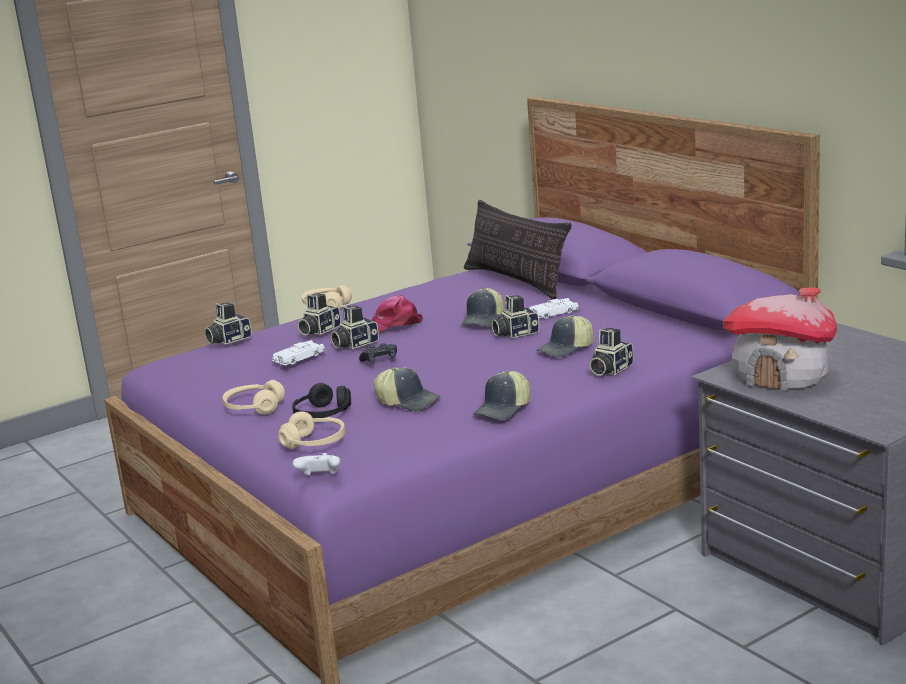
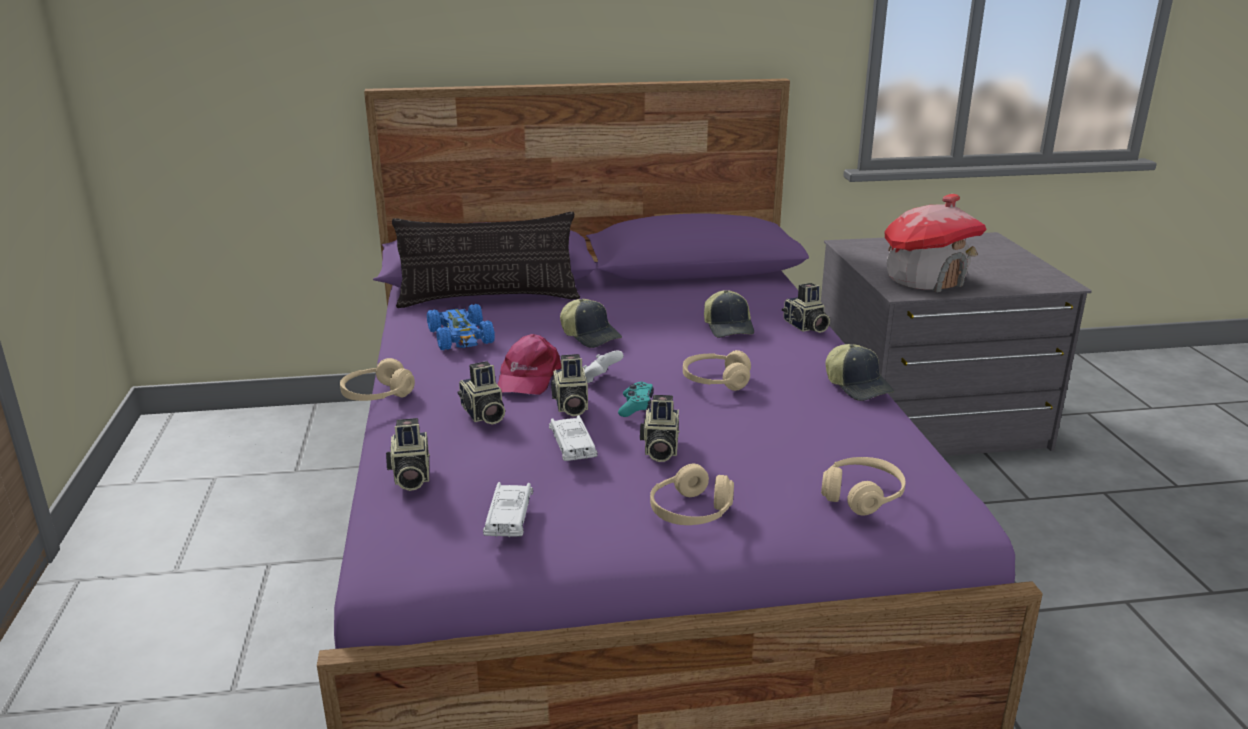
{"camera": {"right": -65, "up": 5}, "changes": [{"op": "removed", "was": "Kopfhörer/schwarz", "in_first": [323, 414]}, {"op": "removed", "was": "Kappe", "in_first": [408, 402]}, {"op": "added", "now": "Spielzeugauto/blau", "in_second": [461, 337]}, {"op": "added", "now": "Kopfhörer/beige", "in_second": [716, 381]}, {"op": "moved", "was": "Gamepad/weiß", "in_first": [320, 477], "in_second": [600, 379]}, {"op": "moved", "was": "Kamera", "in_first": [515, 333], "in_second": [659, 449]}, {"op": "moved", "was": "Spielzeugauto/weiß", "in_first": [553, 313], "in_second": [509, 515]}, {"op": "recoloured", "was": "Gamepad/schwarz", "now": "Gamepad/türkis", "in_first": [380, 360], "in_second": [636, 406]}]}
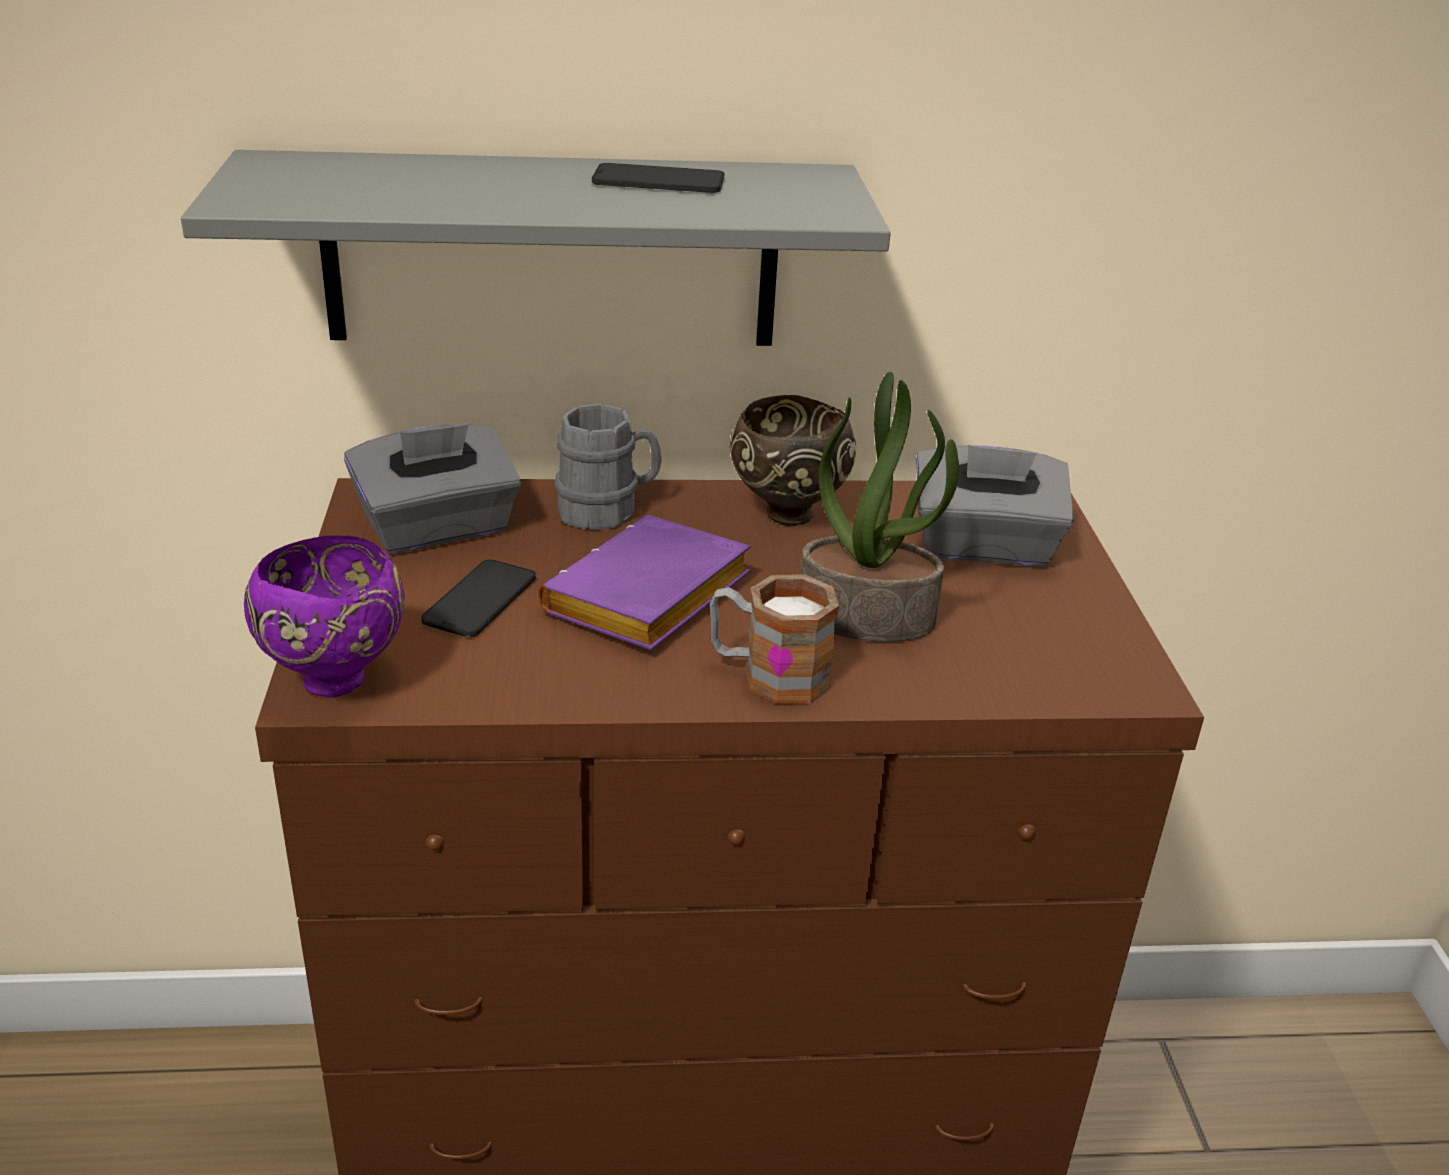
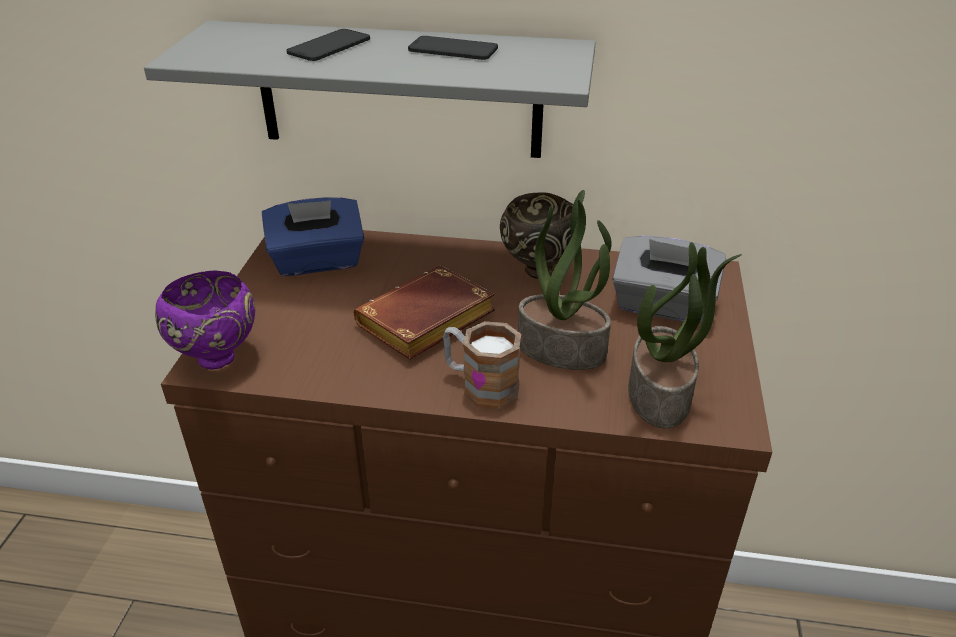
{"camera": {"right": 15, "up": 5}, "changes": [{"op": "removed", "was": "Henkelbecher/grau", "in_first": [608, 510]}, {"op": "added", "now": "Topfpflanze", "in_second": [661, 395]}, {"op": "moved", "was": "Handy", "in_first": [480, 599], "in_second": [329, 46]}, {"op": "recoloured", "was": "Taschentuchbox/grau", "now": "Taschentuchbox/blau", "in_first": [438, 529], "in_second": [317, 261]}, {"op": "recoloured", "was": "Buch/lila", "now": "Buch/braun", "in_first": [649, 601], "in_second": [425, 323]}]}
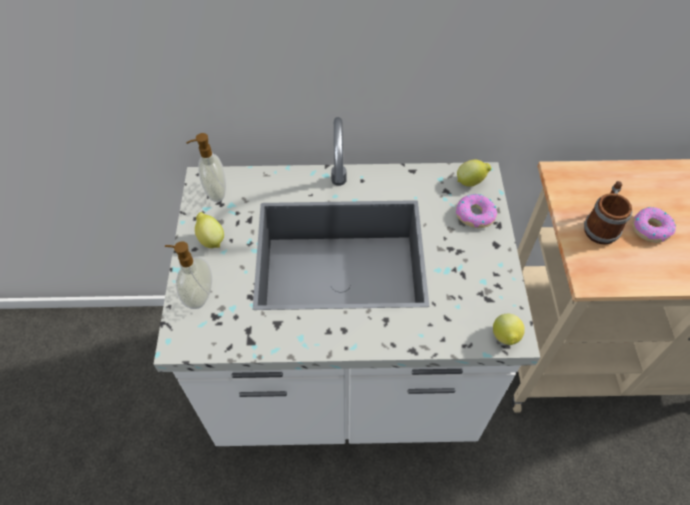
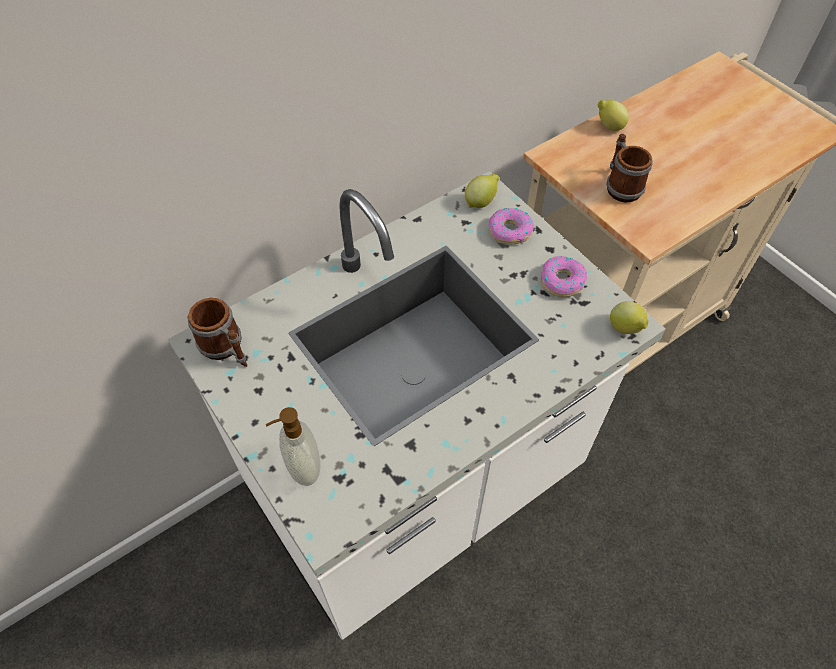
{"camera": {"right": -35, "up": 0}, "changes": [{"op": "moved", "was": "Zitrone", "in_first": [211, 239], "in_second": [609, 127]}, {"op": "moved", "was": "Donut", "in_first": [650, 228], "in_second": [561, 281]}, {"op": "replaced", "was": "Seifenspender", "now": "Henkelbecher", "in_first": [215, 192], "in_second": [226, 349]}]}
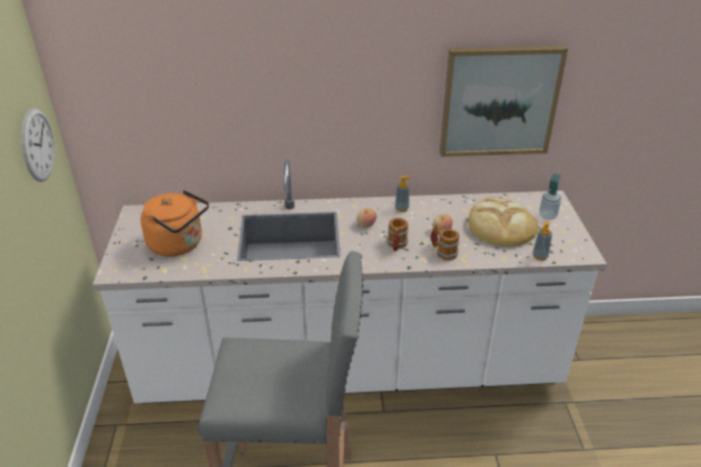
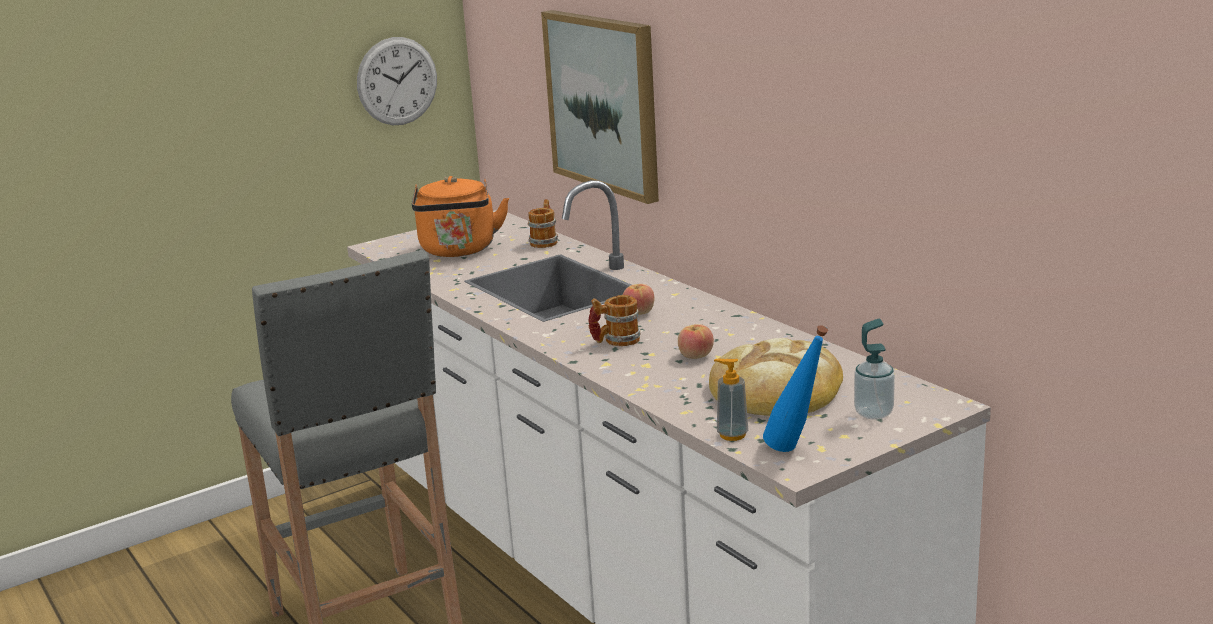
{"camera": {"right": 60, "up": -15}, "changes": [{"op": "removed", "was": "Seifenspender", "in_first": [401, 208]}, {"op": "added", "now": "Flasche/blau", "in_second": [796, 451]}, {"op": "moved", "was": "Henkelbecher", "in_first": [443, 252], "in_second": [545, 241]}, {"op": "moved", "was": "Bild", "in_first": [499, 101], "in_second": [603, 103]}]}
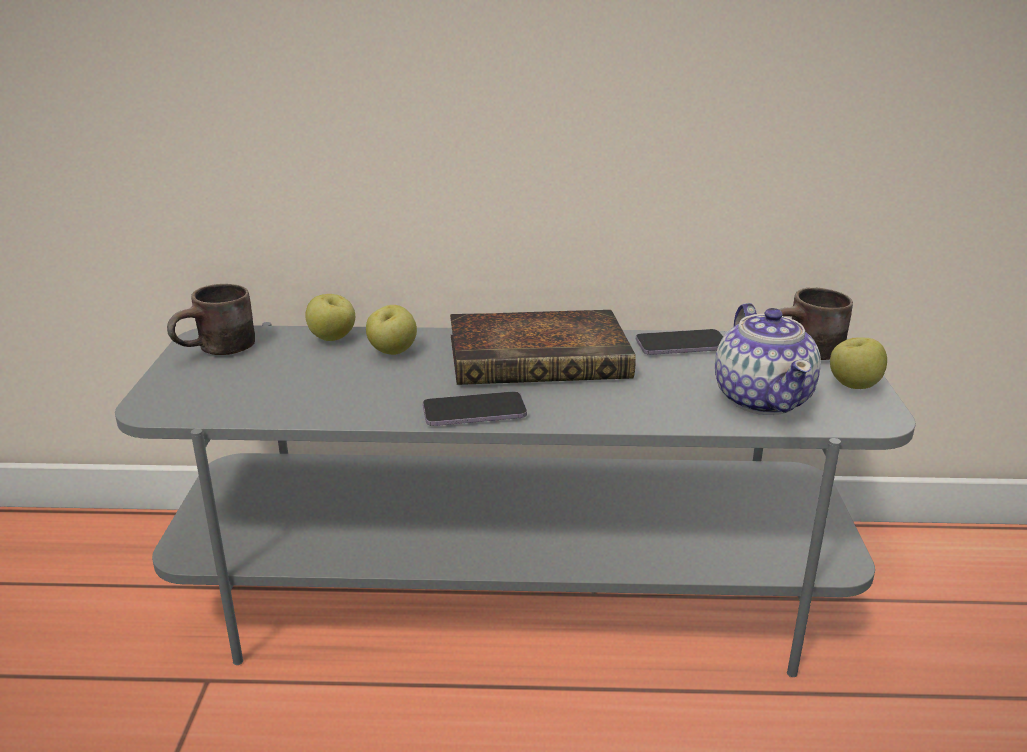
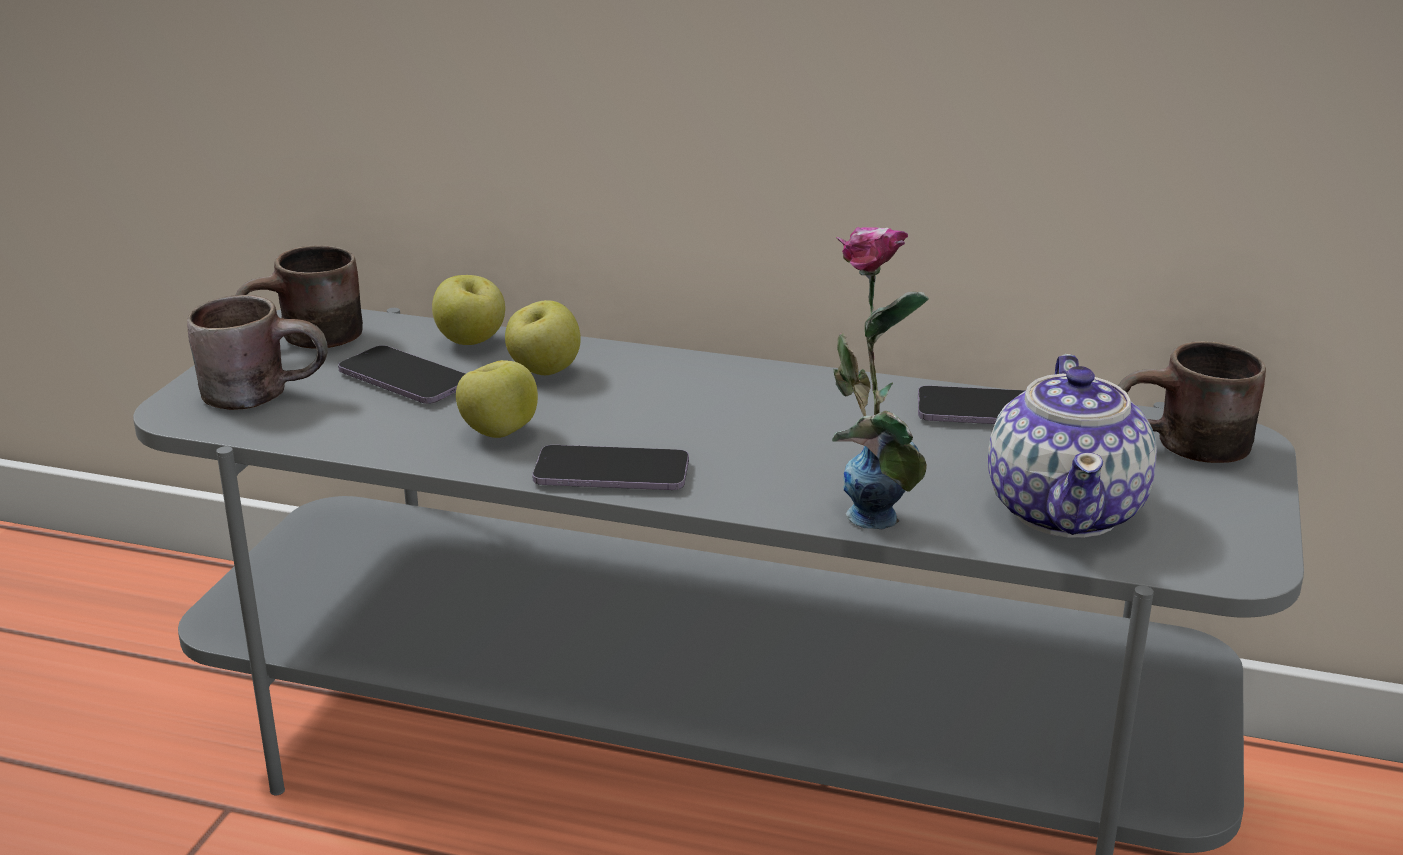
{"camera": {"right": 15, "up": 0}, "changes": [{"op": "removed", "was": "Buch", "in_first": [543, 357]}, {"op": "added", "now": "Henkelbecher/braun", "in_second": [264, 391]}, {"op": "added", "now": "Handy", "in_second": [404, 379]}, {"op": "added", "now": "Vase", "in_second": [866, 536]}, {"op": "moved", "was": "Apfel", "in_first": [853, 386], "in_second": [499, 433]}]}
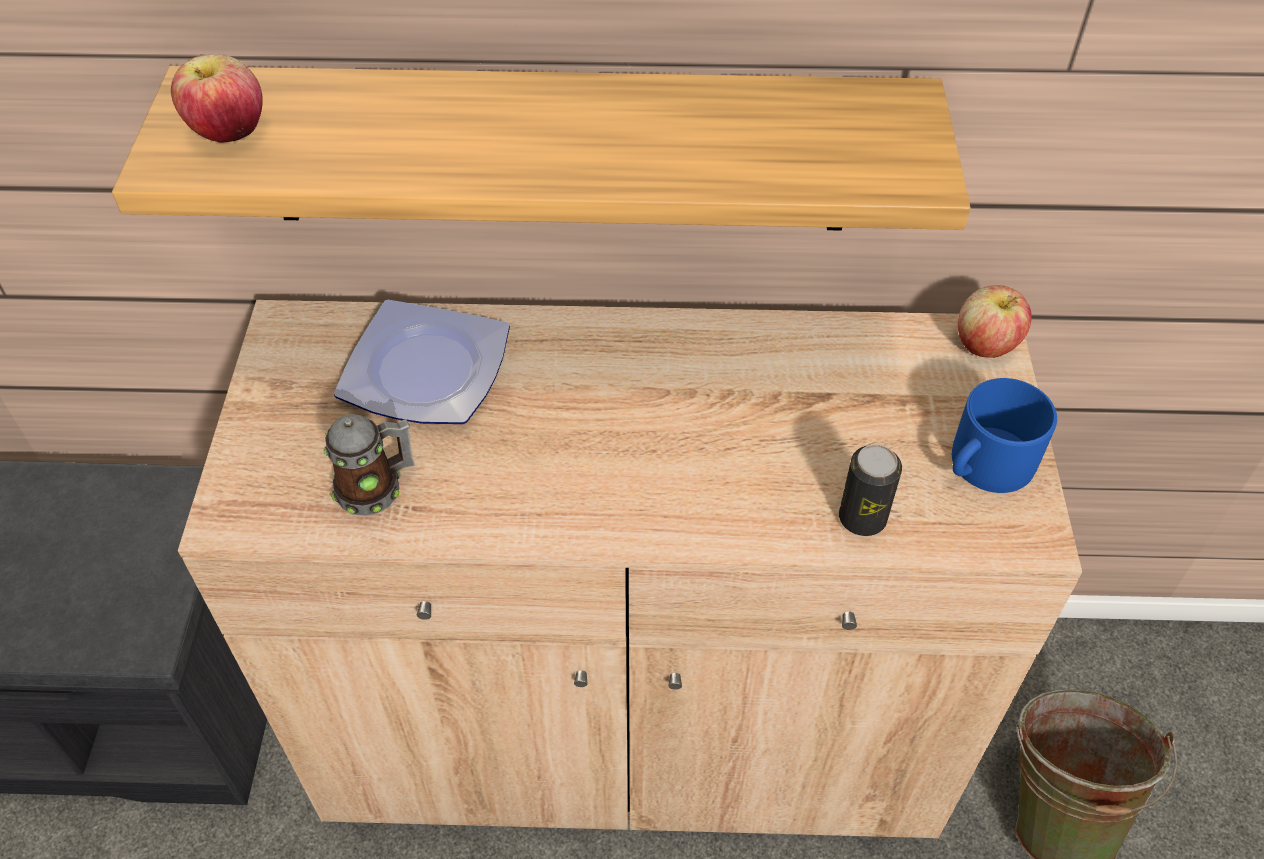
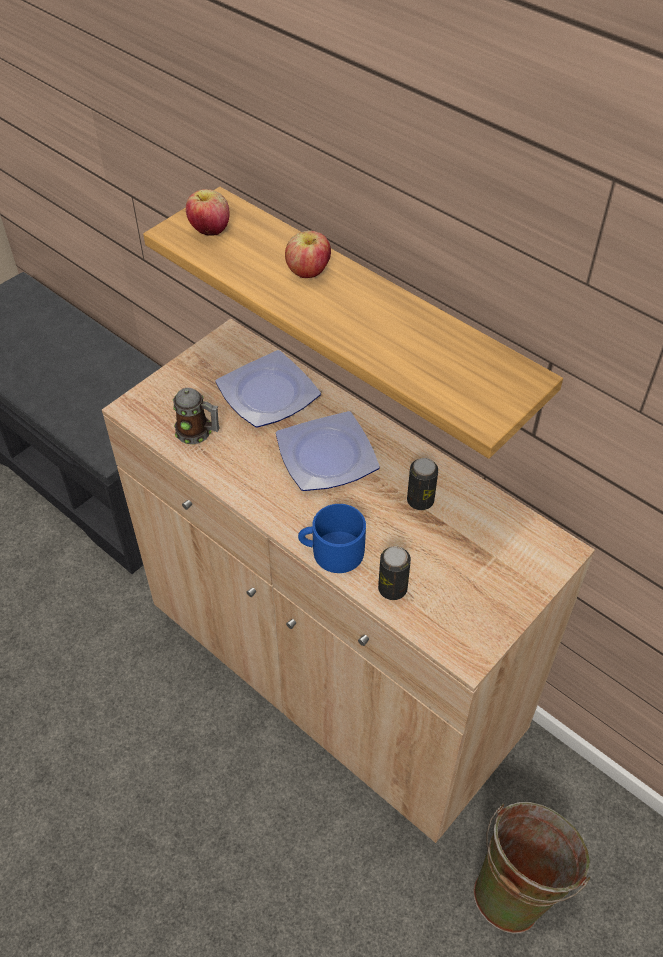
{"camera": {"right": 40, "up": 0}, "changes": [{"op": "added", "now": "Teller", "in_second": [329, 457]}, {"op": "added", "now": "Dose", "in_second": [420, 500]}, {"op": "moved", "was": "Henkelbecher/blau", "in_first": [985, 465], "in_second": [331, 551]}, {"op": "moved", "was": "Apfel", "in_first": [985, 346], "in_second": [308, 272]}]}
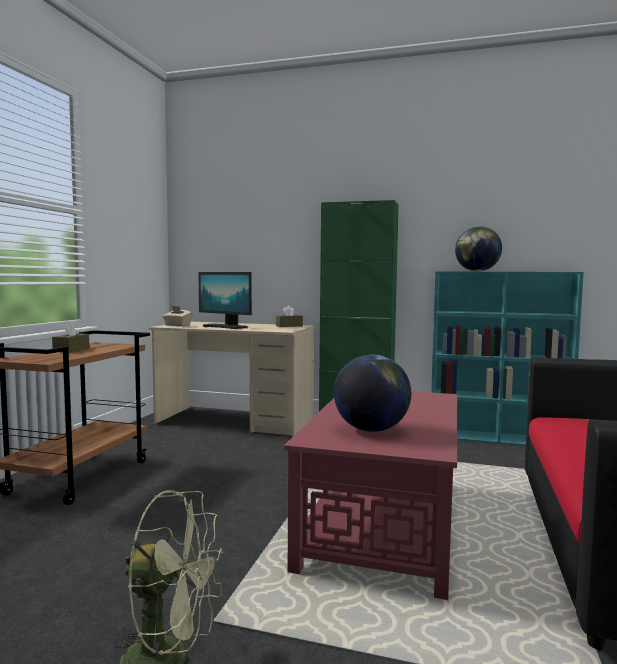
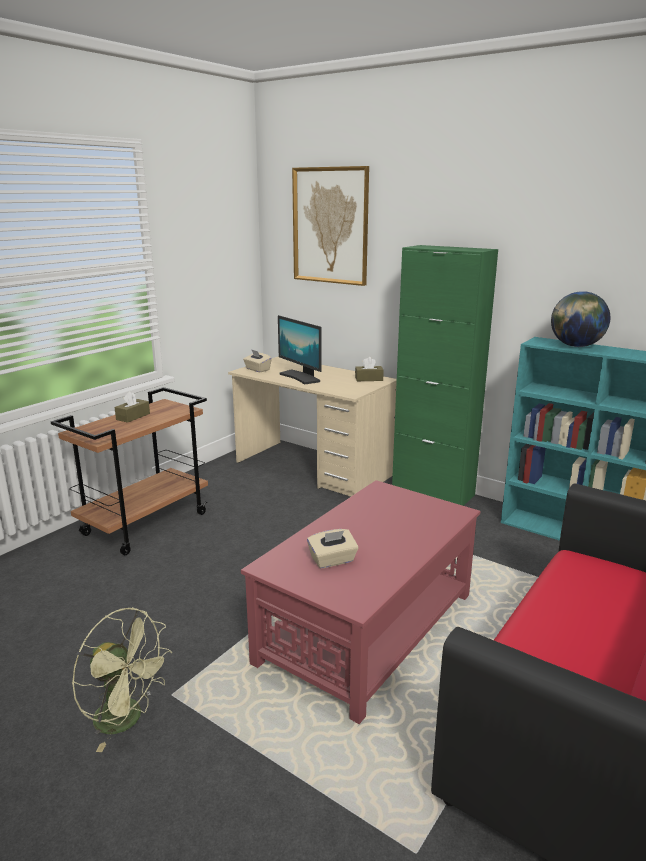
{"camera": {"right": 20, "up": 15}, "changes": [{"op": "added", "now": "Bild", "in_second": [330, 226]}, {"op": "replaced", "was": "Globus", "now": "Taschentuchbox/beige", "in_first": [371, 429], "in_second": [332, 560]}]}
